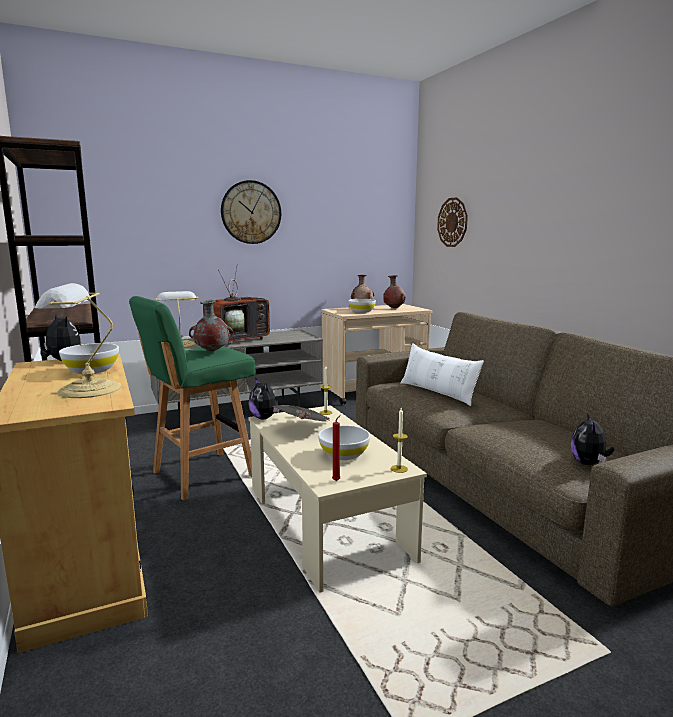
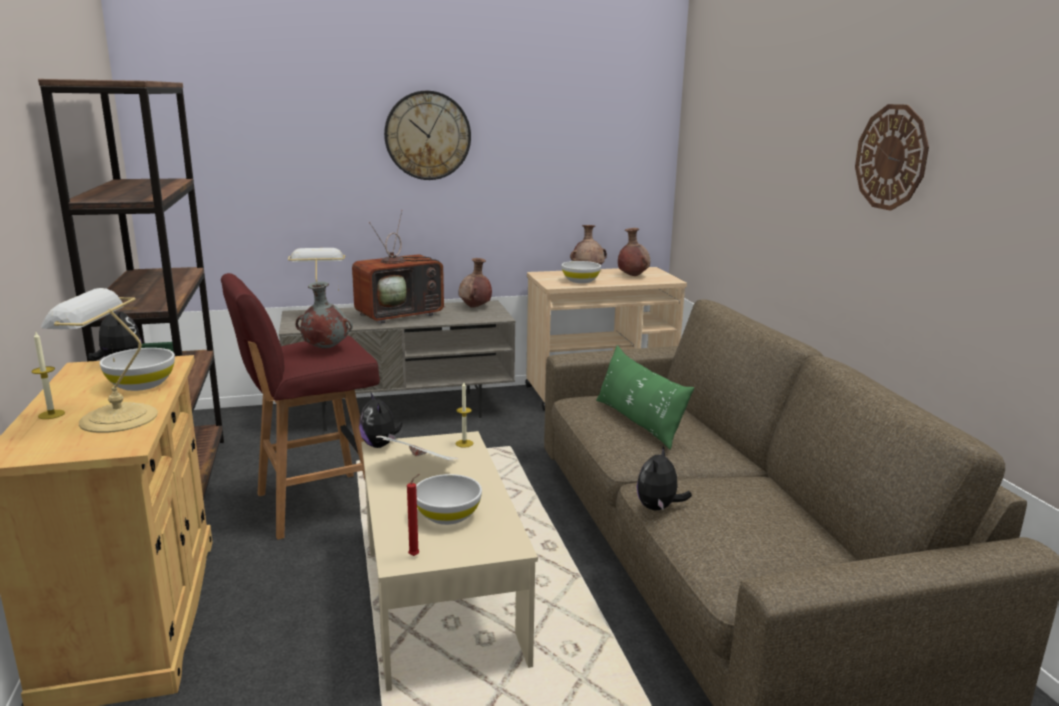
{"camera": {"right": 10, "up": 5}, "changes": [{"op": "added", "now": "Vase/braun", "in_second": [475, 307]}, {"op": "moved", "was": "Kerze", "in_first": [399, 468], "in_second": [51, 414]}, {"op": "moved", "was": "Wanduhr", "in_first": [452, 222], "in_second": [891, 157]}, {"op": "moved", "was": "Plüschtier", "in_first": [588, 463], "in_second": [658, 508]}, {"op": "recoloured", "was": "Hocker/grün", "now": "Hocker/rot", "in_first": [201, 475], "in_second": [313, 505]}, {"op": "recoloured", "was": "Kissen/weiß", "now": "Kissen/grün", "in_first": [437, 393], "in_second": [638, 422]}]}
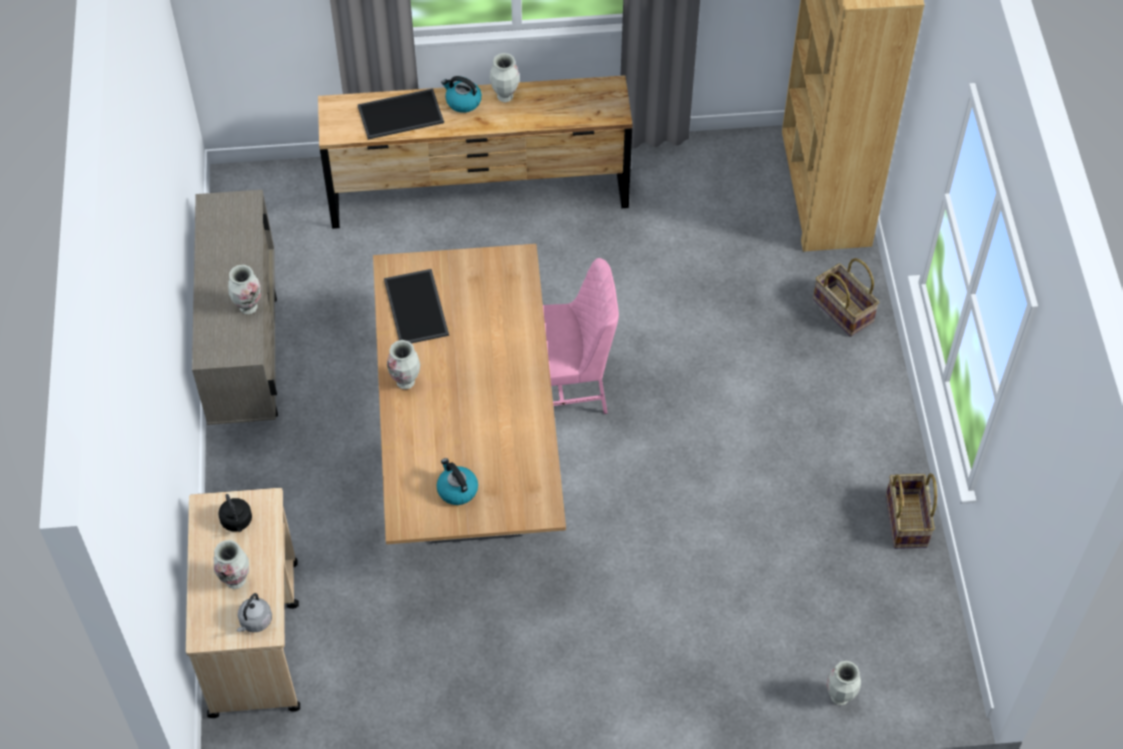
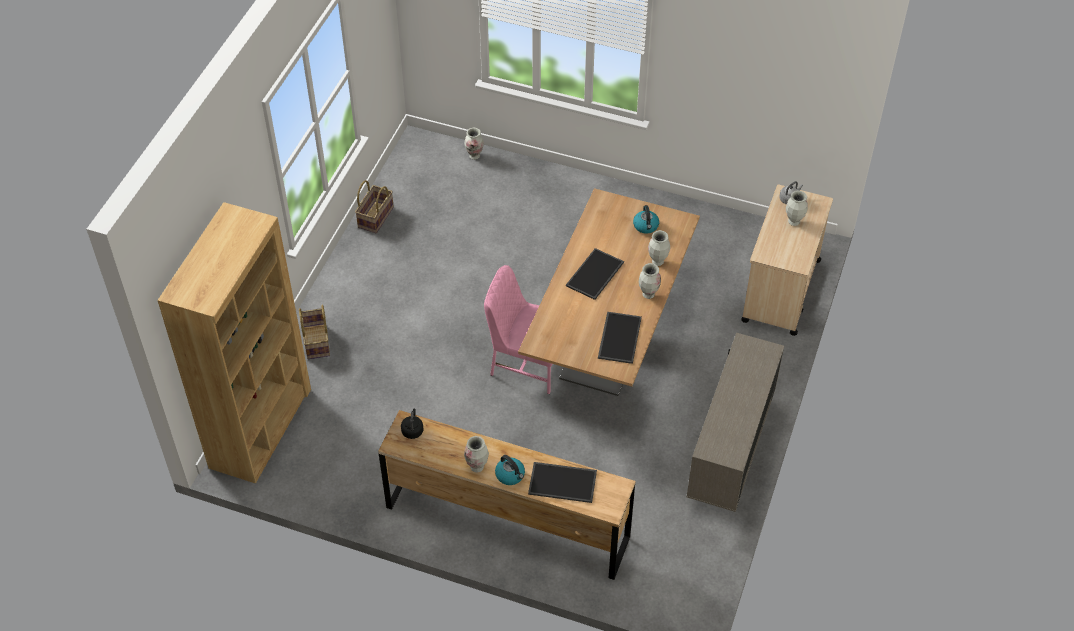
{"camera": {"right": -155, "up": -5}, "changes": [{"op": "added", "now": "Tablett", "in_second": [595, 275]}, {"op": "moved", "was": "Wasserkessel/schwarz", "in_first": [237, 522], "in_second": [412, 430]}, {"op": "moved", "was": "Vase", "in_first": [248, 307], "in_second": [657, 261]}]}
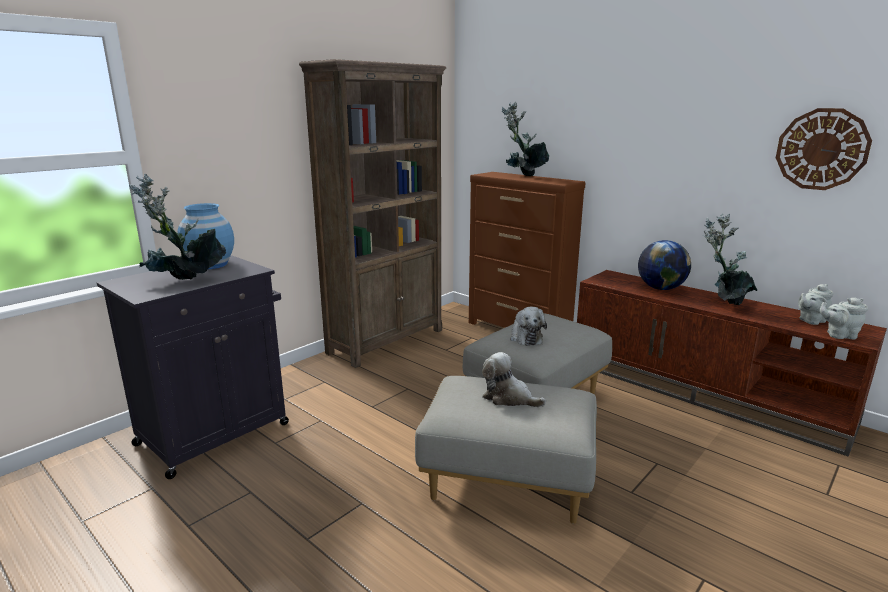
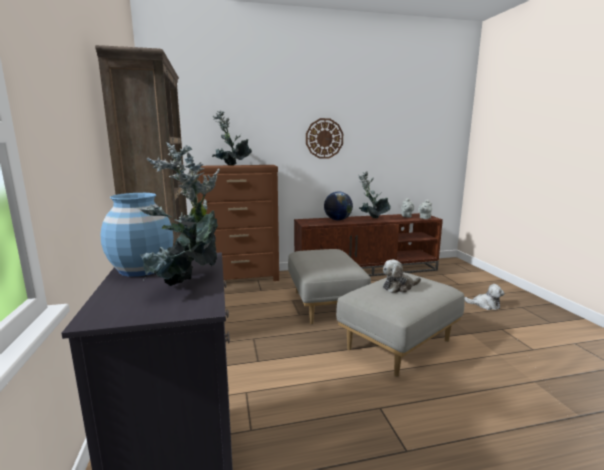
{"camera": {"right": -55, "up": -5}, "changes": [{"op": "moved", "was": "Plüschtier", "in_first": [525, 337], "in_second": [485, 305]}, {"op": "moved", "was": "Wanduhr", "in_first": [821, 149], "in_second": [324, 138]}]}
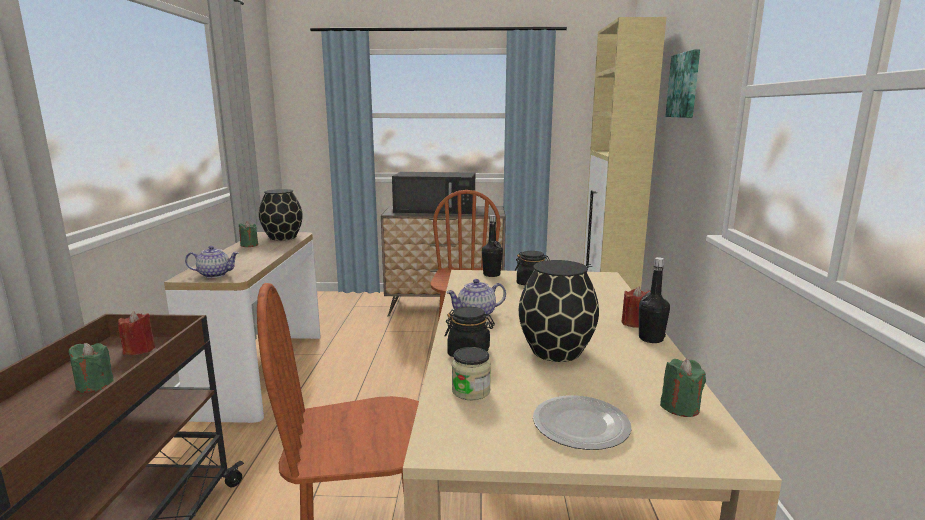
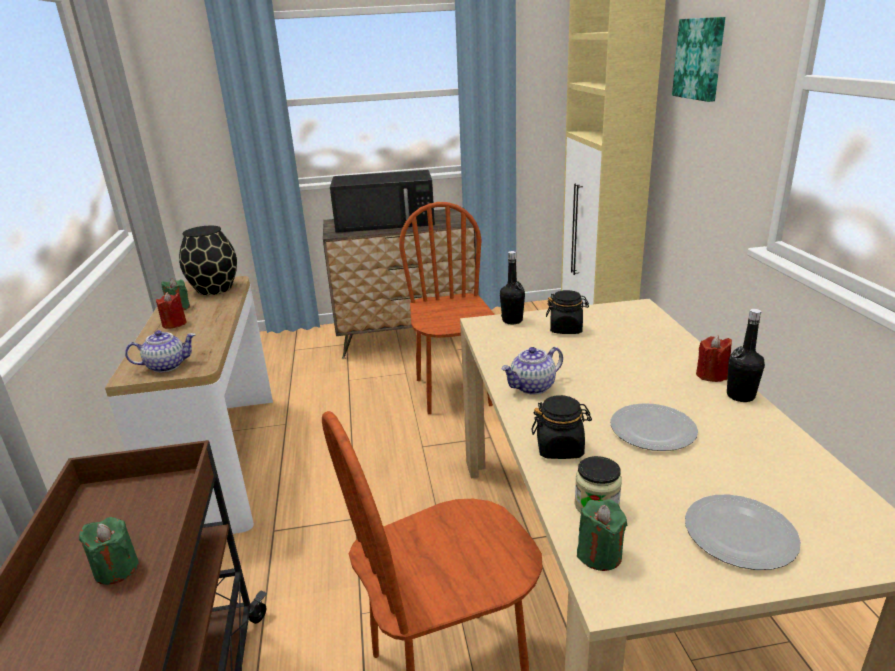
{"camera": {"right": -10, "up": 10}, "changes": [{"op": "moved", "was": "Kerze/rot", "in_first": [139, 350], "in_second": [174, 324]}, {"op": "moved", "was": "Kerze/grün", "in_first": [680, 407], "in_second": [599, 554]}, {"op": "replaced", "was": "Vase/schwarz", "now": "Teller", "in_first": [555, 351], "in_second": [651, 430]}]}
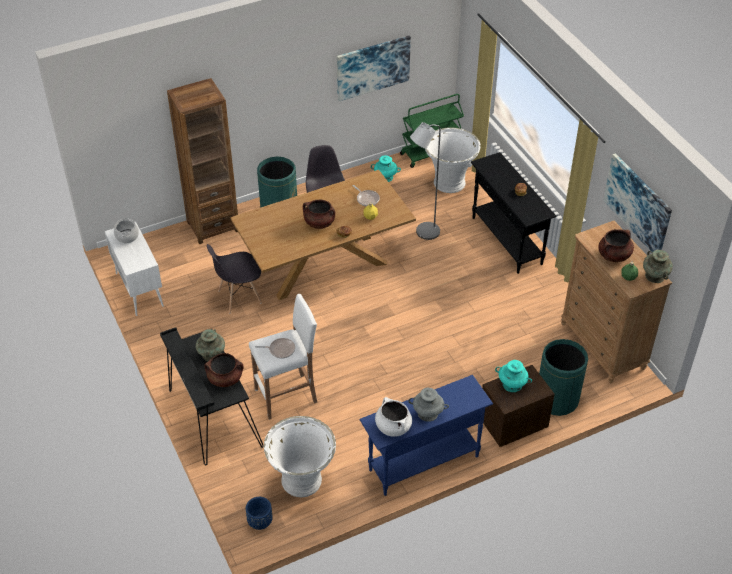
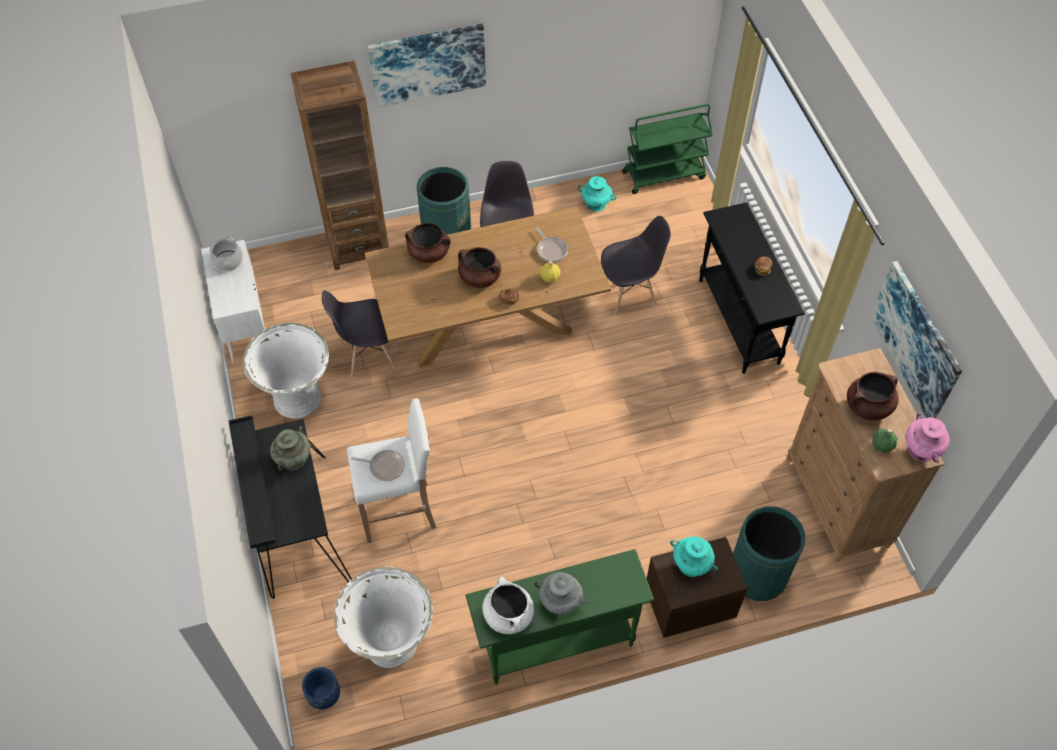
{"camera": {"right": 10, "up": 10}, "changes": [{"op": "moved", "was": "Kochtopf/braun", "in_first": [225, 378], "in_second": [429, 253]}, {"op": "moved", "was": "Bild", "in_first": [373, 67], "in_second": [428, 64]}, {"op": "moved", "was": "Pflanzkübel/weiß", "in_first": [449, 182], "in_second": [298, 398]}, {"op": "replaced", "was": "Stehlampe/grau", "now": "Stuhl/grau", "in_first": [423, 233], "in_second": [629, 294]}, {"op": "recoloured", "was": "Konsolentisch/blau", "now": "Konsolentisch/grün", "in_first": [423, 463], "in_second": [556, 643]}, {"op": "recoloured", "was": "Vase/türkis", "now": "Vase/rosa", "in_first": [654, 276], "in_second": [921, 449]}]}
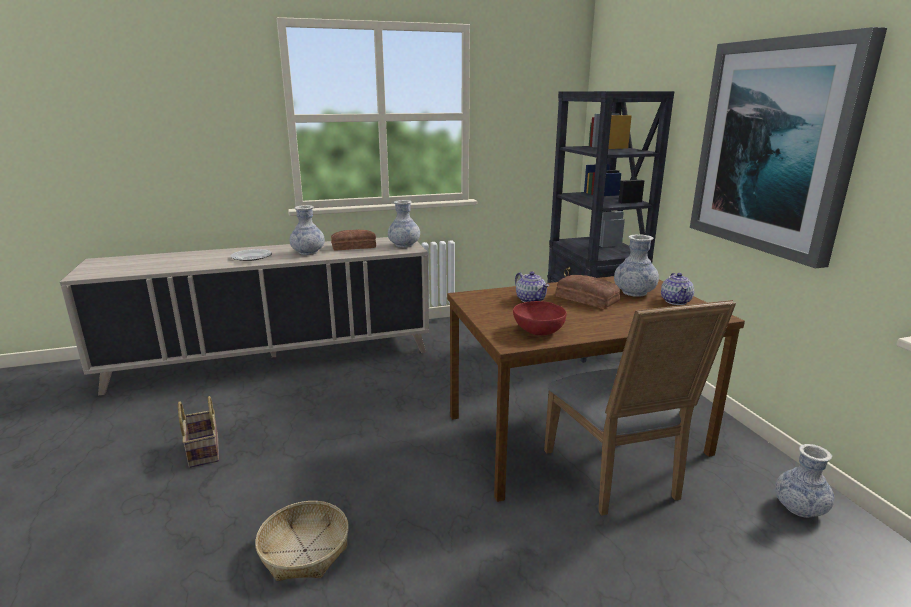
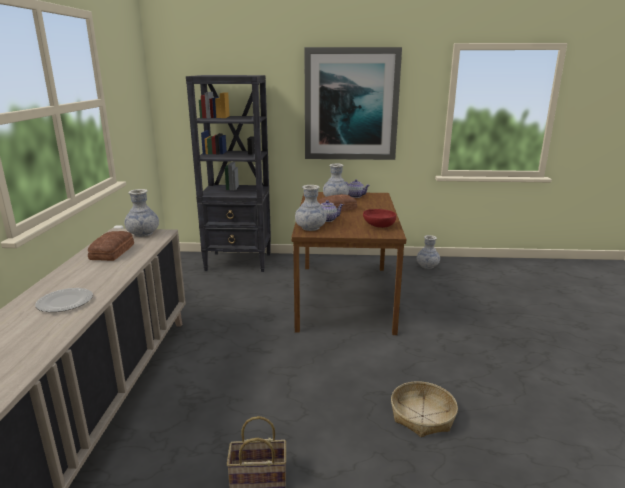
{"camera": {"right": -70, "up": 0}, "changes": [{"op": "removed", "was": "Stuhl/grau", "in_first": [616, 477]}, {"op": "moved", "was": "Vase", "in_first": [308, 252], "in_second": [310, 228]}]}
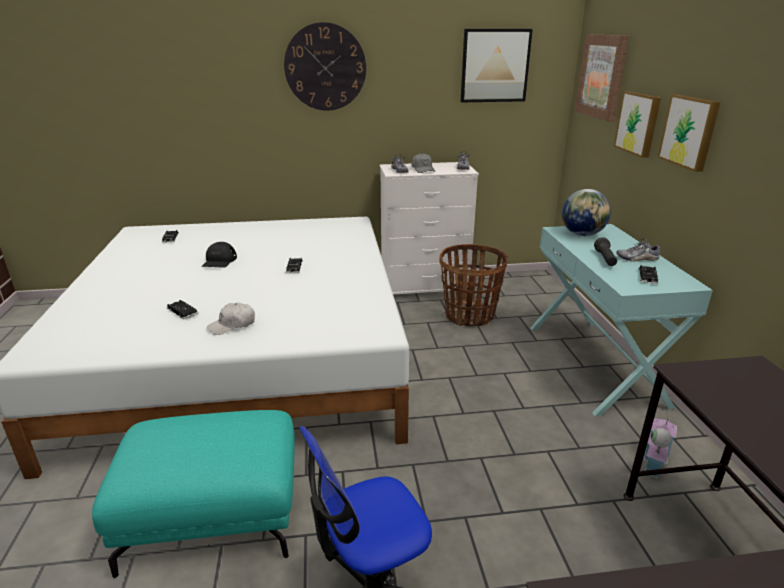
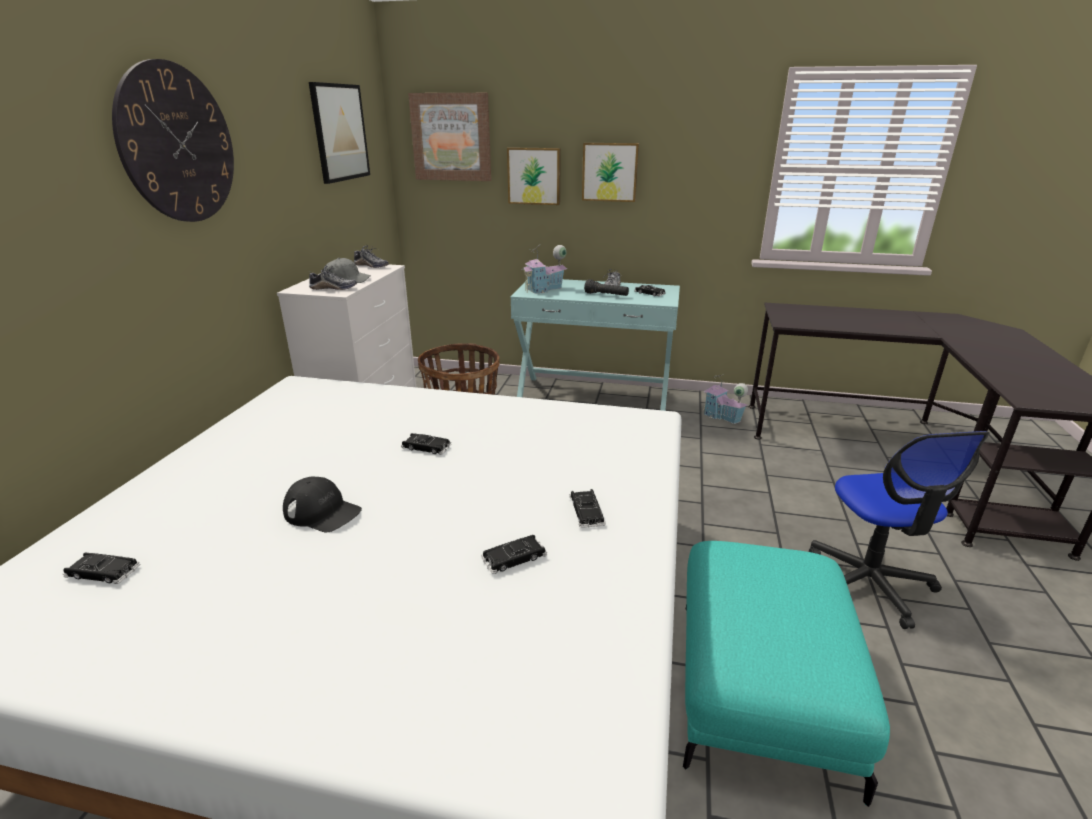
{"camera": {"right": -70, "up": 0}, "changes": [{"op": "replaced", "was": "Kappe/weiß", "now": "Spielzeugauto/schwarz", "in_first": [232, 325], "in_second": [586, 512]}, {"op": "replaced", "was": "Globus", "now": "Spielzeughaus", "in_first": [582, 234], "in_second": [545, 289]}]}
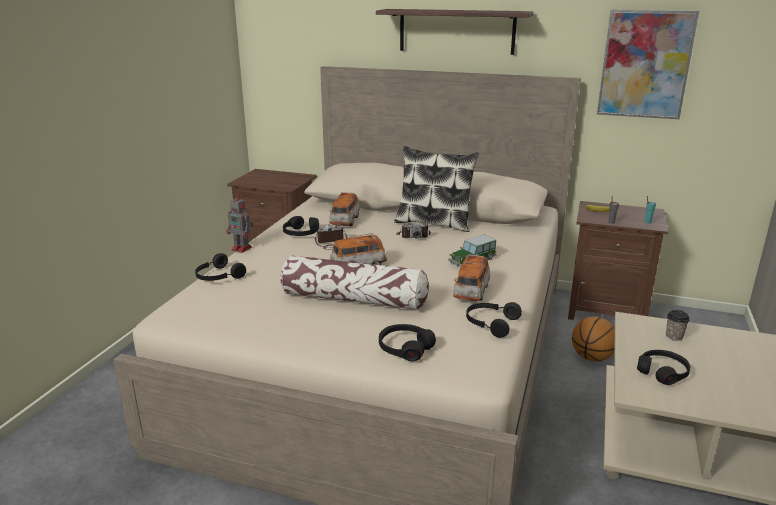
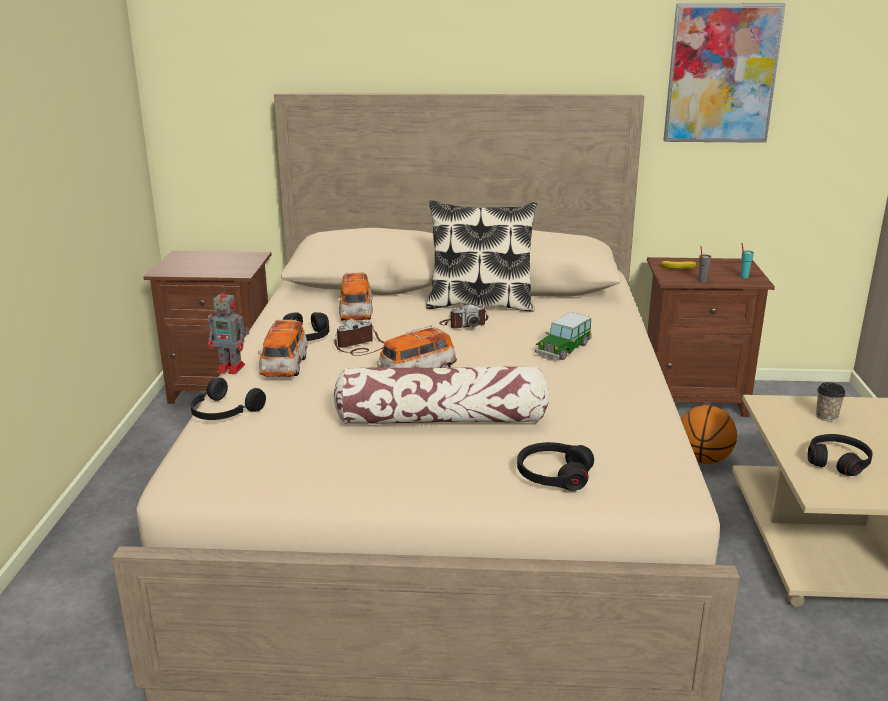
{"camera": {"right": -15, "up": 0}, "changes": [{"op": "removed", "was": "Wandregal", "in_first": [456, 31]}, {"op": "removed", "was": "Kopfhörer/schwarz", "in_first": [490, 323]}, {"op": "moved", "was": "Spielzeugauto", "in_first": [471, 292], "in_second": [284, 368]}]}
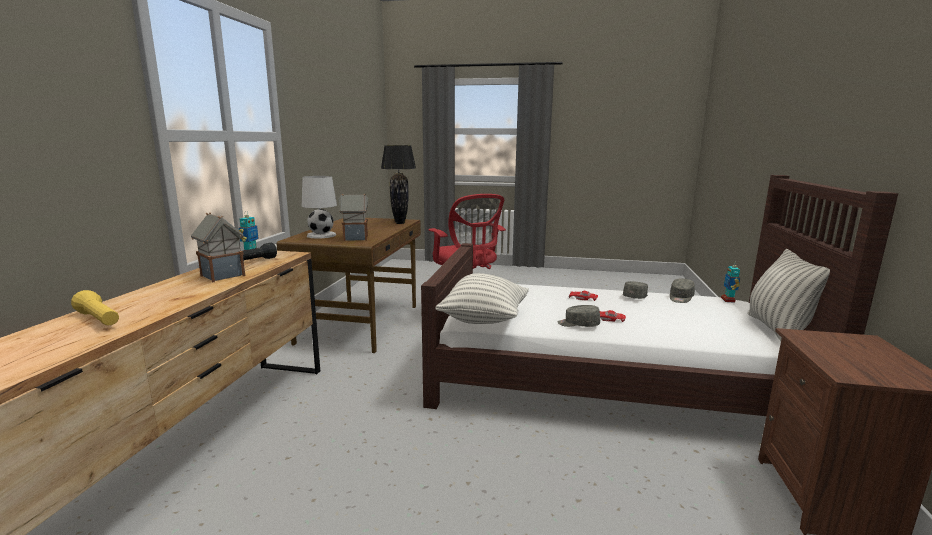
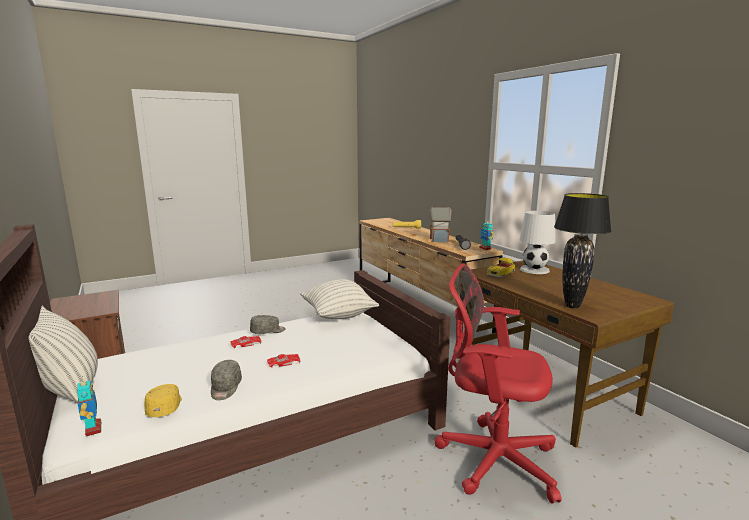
{"camera": {"right": 140, "up": 0}, "changes": [{"op": "replaced", "was": "Spielzeughaus", "now": "Spielzeugauto", "in_first": [355, 238], "in_second": [501, 273]}, {"op": "recoloured", "was": "Kappe/grau", "now": "Kappe/gelb", "in_first": [680, 298], "in_second": [165, 407]}]}
